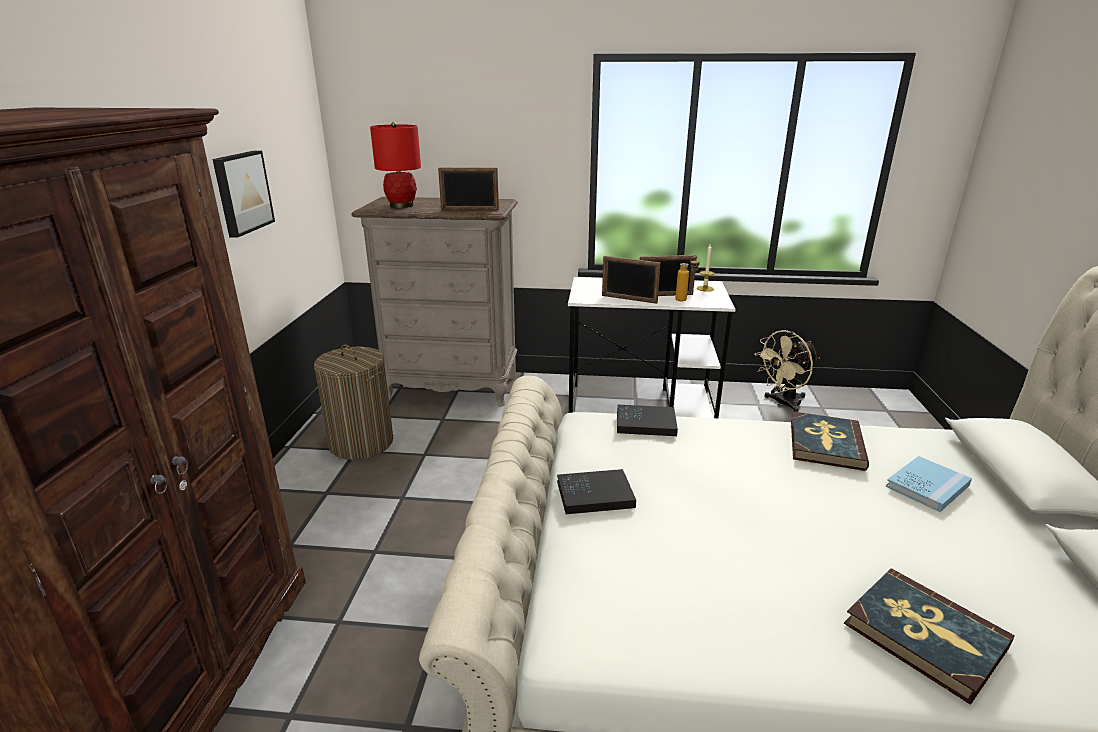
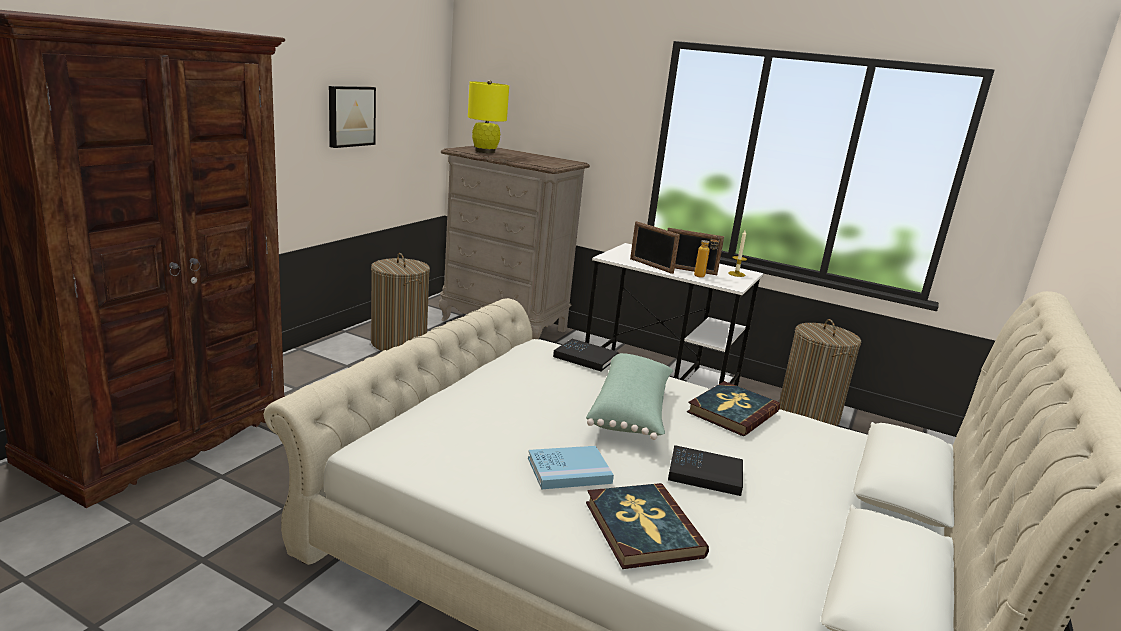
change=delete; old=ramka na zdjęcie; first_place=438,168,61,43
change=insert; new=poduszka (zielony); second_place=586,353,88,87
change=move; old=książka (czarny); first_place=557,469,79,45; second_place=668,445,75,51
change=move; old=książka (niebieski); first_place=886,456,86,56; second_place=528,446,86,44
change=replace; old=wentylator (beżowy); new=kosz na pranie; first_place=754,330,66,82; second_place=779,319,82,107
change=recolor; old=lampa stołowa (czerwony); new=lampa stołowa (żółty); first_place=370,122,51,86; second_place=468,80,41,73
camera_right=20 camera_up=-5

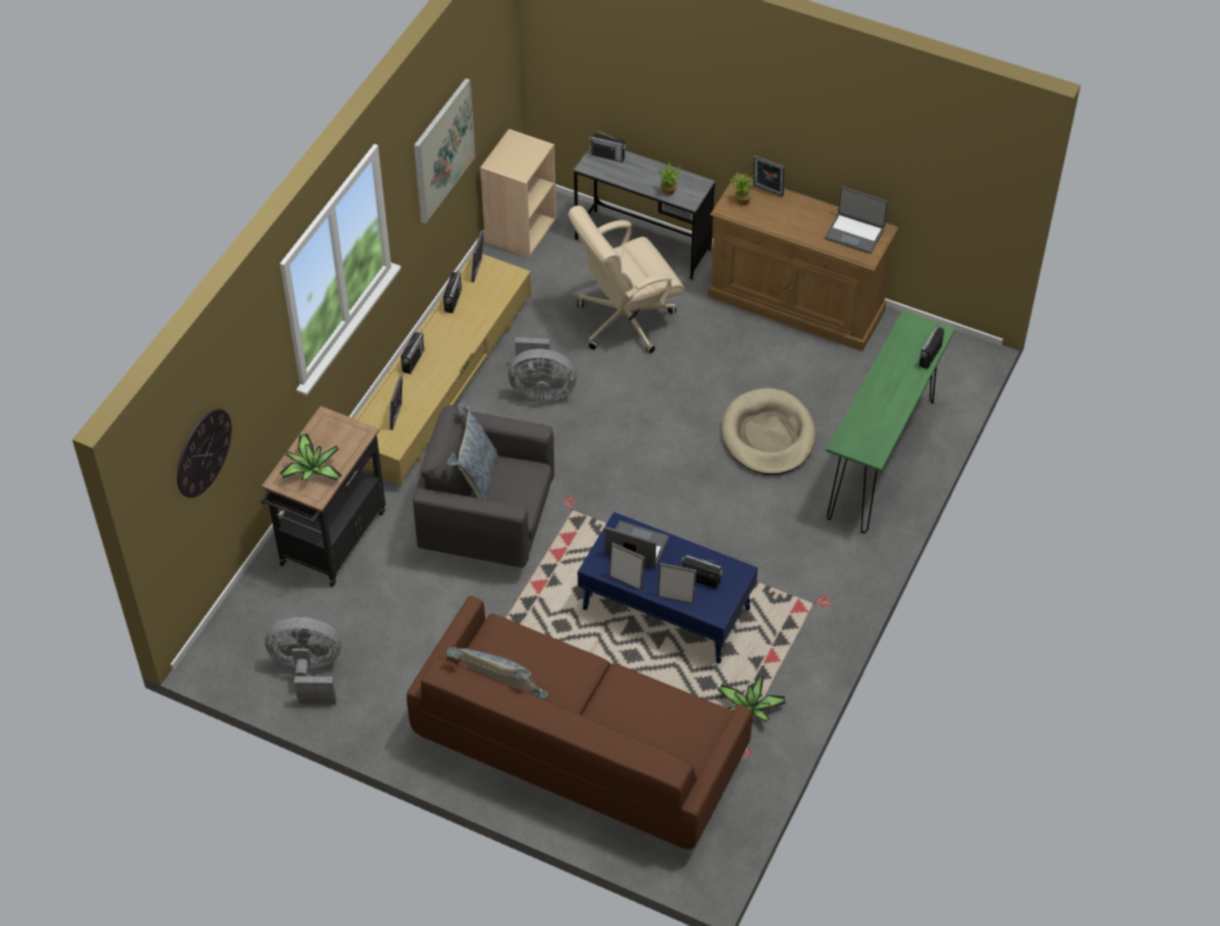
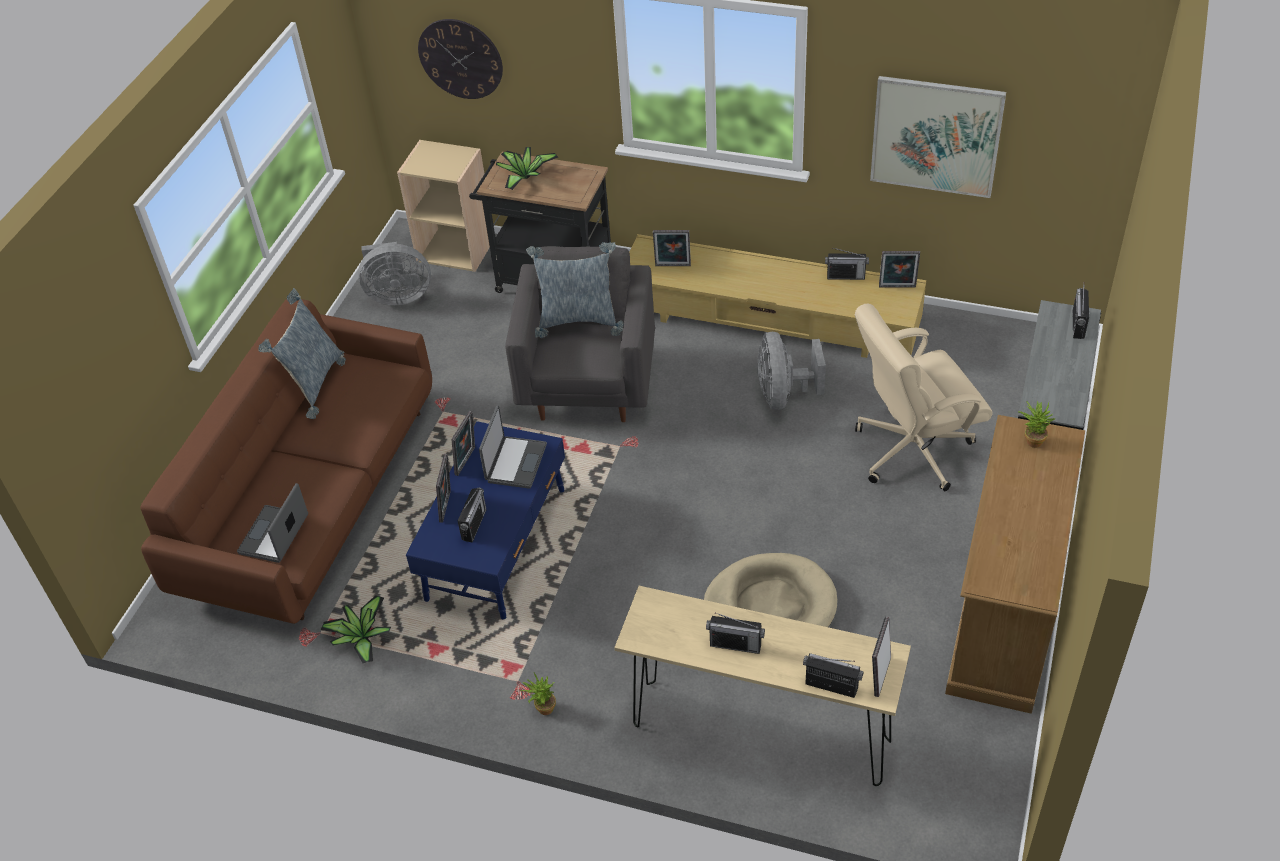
change=move; old=radio; first_place=401,332,23,42; second_place=706,613,59,41
change=move; old=regał (beżowy); first_place=480,129,76,129; second_place=397,140,93,132
change=move; old=roślina doniczkowa; first_place=658,161,24,34; second_place=520,673,36,42
change=move; old=ramka na zdjęcie; first_place=753,155,31,42; second_place=872,616,19,81
change=move; old=laptop; first_place=825,187,63,67; second_place=237,483,71,80
change=recolor; old=stolik konsolowy (zielony); new=stolik konsolowy (beżowy); first_place=826,310,129,223; second_place=614,586,297,200
change=rotate; old=wentylator (szary); first_place=265,617,76,88; second_place=358,242,73,63; degrees=90
change=rotate; old=krzesło biurowe (beżowy); first_place=568,206,116,147; second_place=855,304,137,187; degrees=-75
camera_right=85 camera_up=-5

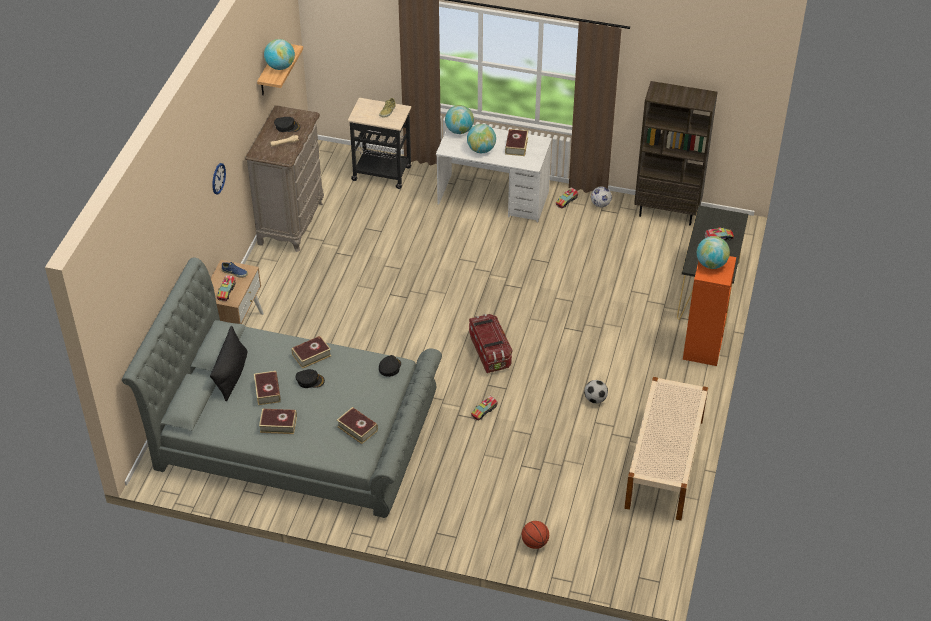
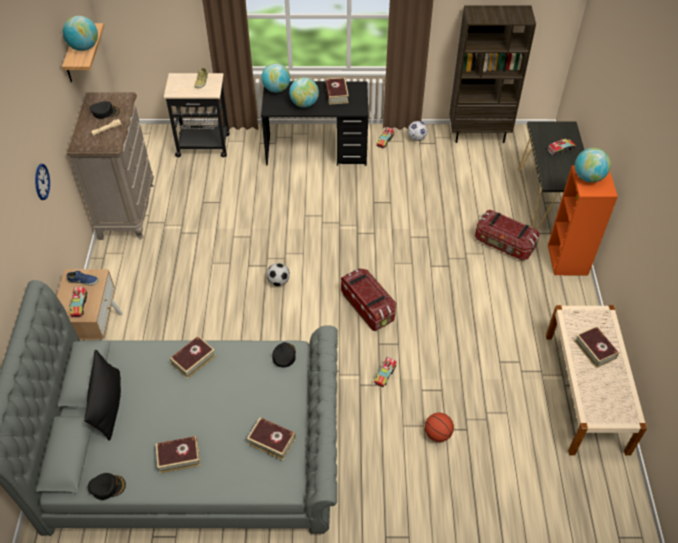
change=insert; new=pojemnik do przechowywania; second_place=475,210,65,50
change=move; old=książka; first_place=254,371,27,34; second_place=574,326,45,42
change=move; old=czapka z daszkiem (czarny); first_place=296,369,29,19; second_place=88,473,38,27
change=move; old=piłka do koszykówki; first_place=521,521,28,28; second_place=425,413,29,29
change=move; old=piłka futbolowa; first_place=584,380,24,24; second_place=267,263,23,23
change=recolor; old=biurko (biały); new=biurko (czarny); first_place=436,125,116,97; second_place=261,81,107,85
camera_right=-15 camera_up=5

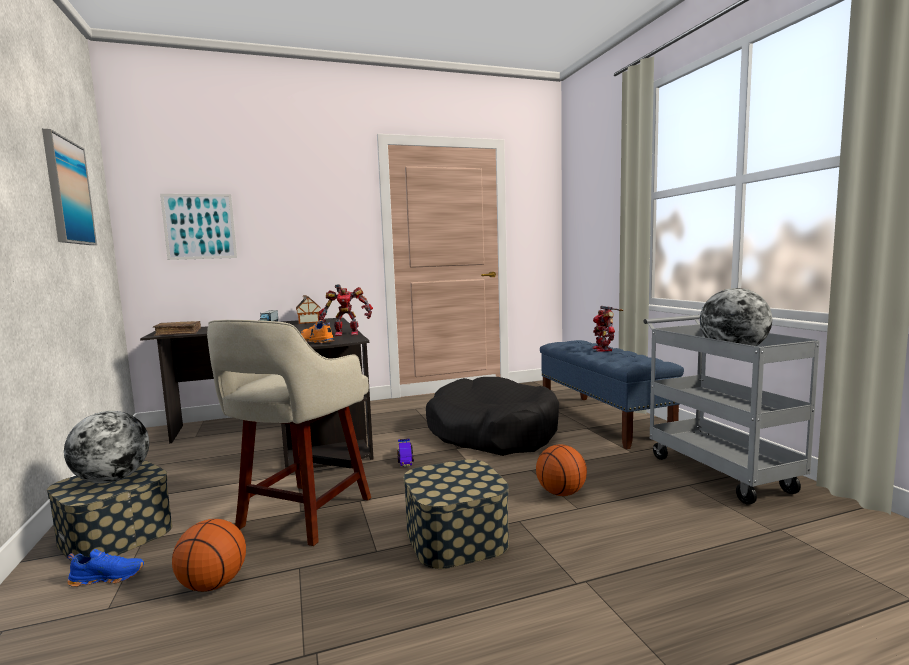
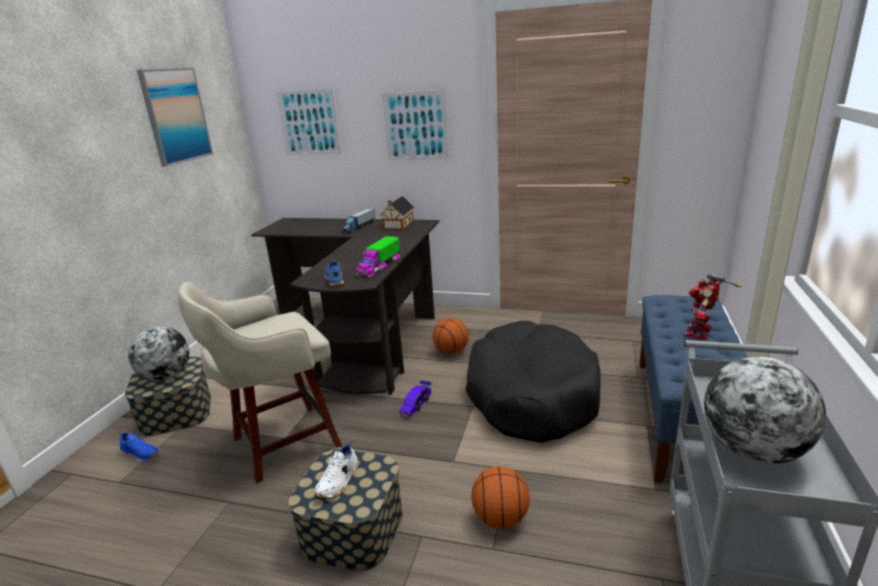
change=delete; old=książka (brązowy); first_place=153,321,48,15
change=insert; new=but (biały); second_place=314,441,44,57
change=insert; new=obraz; second_place=382,90,67,70
change=move; old=piłka do koszykówki; first_place=172,519,74,73; second_place=433,318,36,36
change=replace; old=robot zabawkowy; new=ciężarówka zabawkowa; first_place=319,284,54,52; second_place=355,236,46,42
change=recolor; old=but (pomarańczowy); new=but (niebieski); first_place=301,320,34,24; second_place=324,260,20,26
camera_right=35 camera_up=15

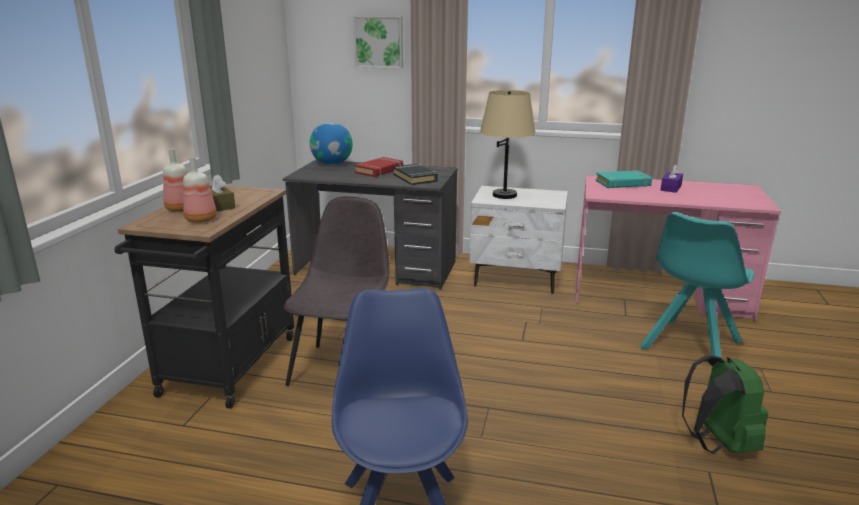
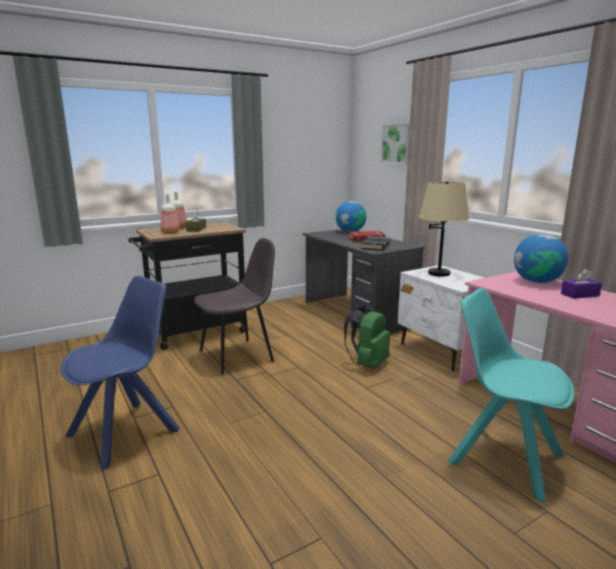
change=move; old=plecak (zielony); first_place=682,355,86,99; second_place=344,306,46,63
change=replace; old=książka (turkusowy); new=globus; first_place=596,170,56,19; second_place=514,234,54,49
change=rotate; old=krzesło (turkusowy); first_place=640,212,114,146; second_place=448,288,127,214; degrees=45
camera_right=45 camera_up=-5

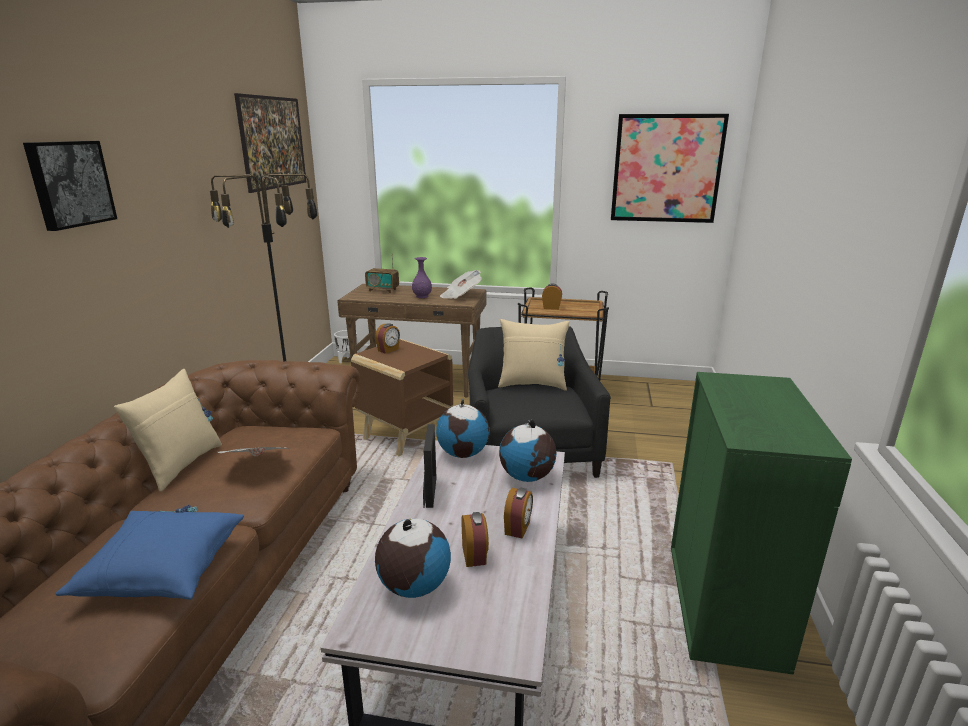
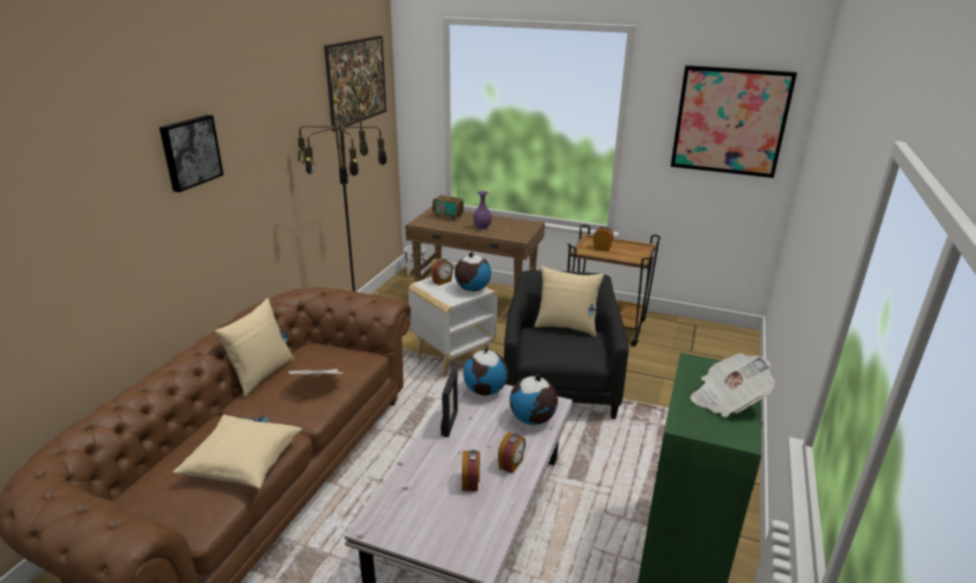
change=move; old=globus; first_place=375,519,76,79; second_place=455,252,36,40
change=move; old=gazeta; first_place=440,270,42,29; second_place=691,353,84,64
change=recolor; old=poduszka (niebieski); new=poduszka (beżowy); first_place=55,504,189,96; second_place=173,415,129,74
change=recolor; old=stolik (brązowy); new=stolik (biały); first_place=351,339,102,117; second_place=408,270,90,107
camera_right=10 camera_up=5

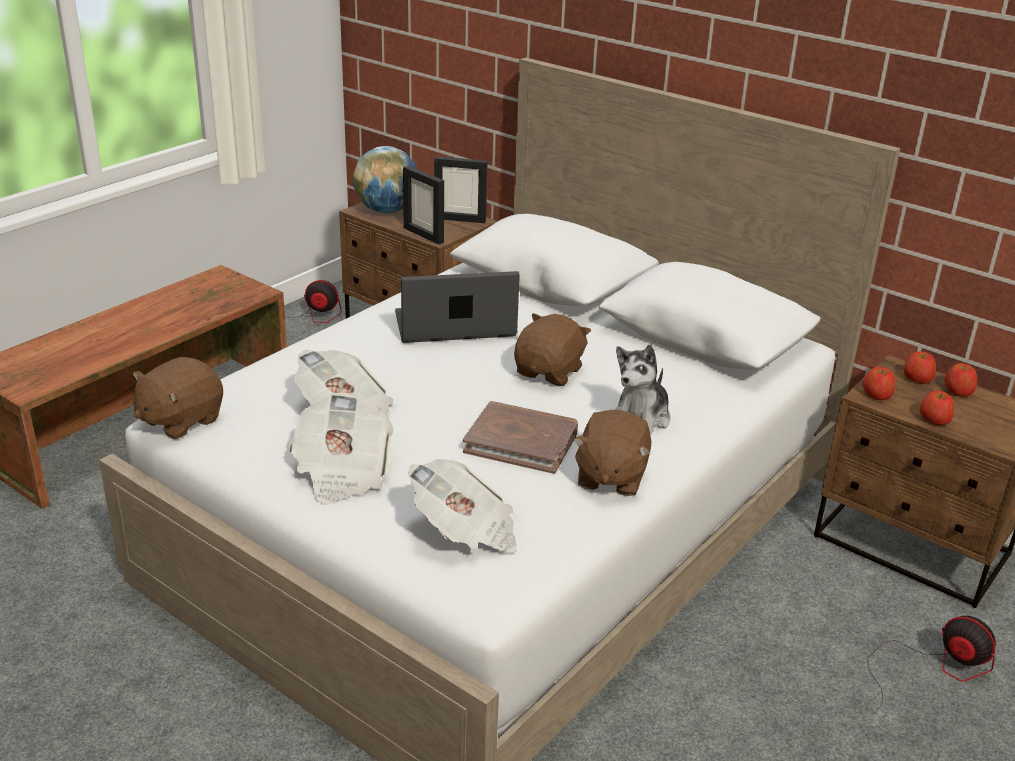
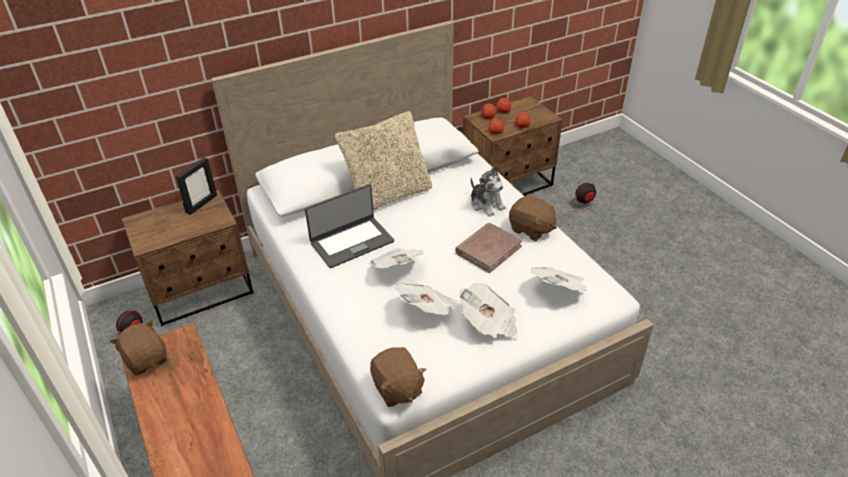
change=delete; old=globus; first_place=353,146,64,68
change=delete; old=ramka na zdjęcie; first_place=403,166,41,79
change=insert; new=poduszka (beżowy); second_place=335,111,97,99
change=insert; new=gazeta; second_place=370,248,54,20
change=move; old=pluszak (brązowy); first_place=514,313,77,73; second_place=110,320,57,56
change=rotate; old=laptop; first_place=395,271,125,72; second_place=305,184,89,84; degrees=-135
camera_right=-65 camera_up=10

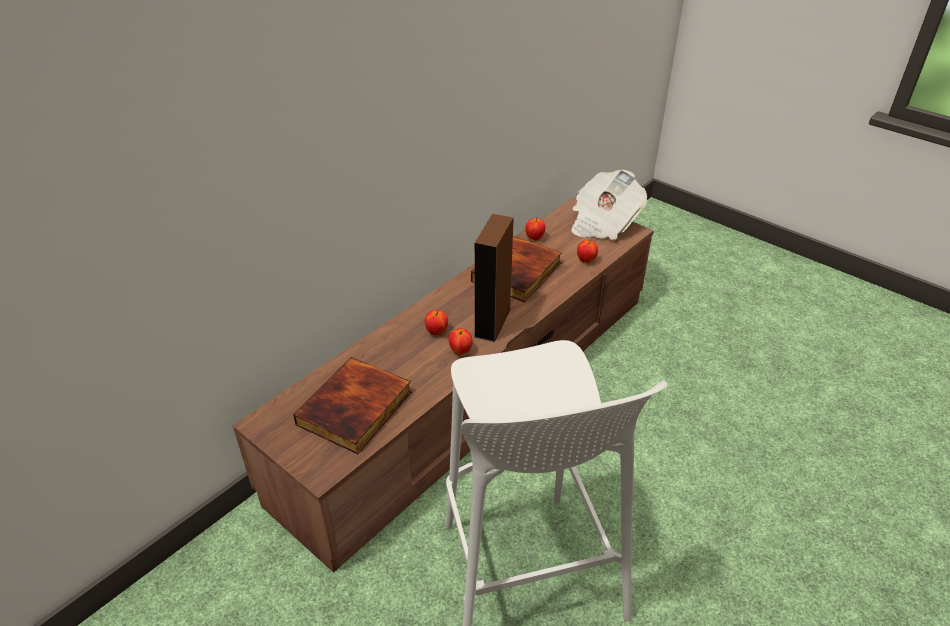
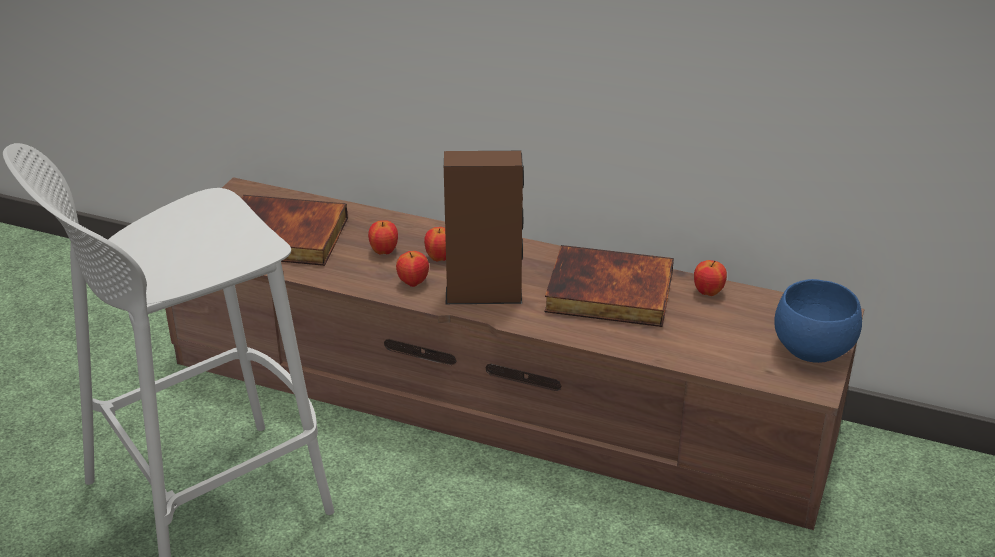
change=move; old=jabłko; first_place=577,240,21,23; second_place=368,220,30,35
change=replace; old=gazeta; new=miska (niebieski); first_place=571,170,76,70; second_place=774,279,88,84
camera_right=70 camera_up=-5

